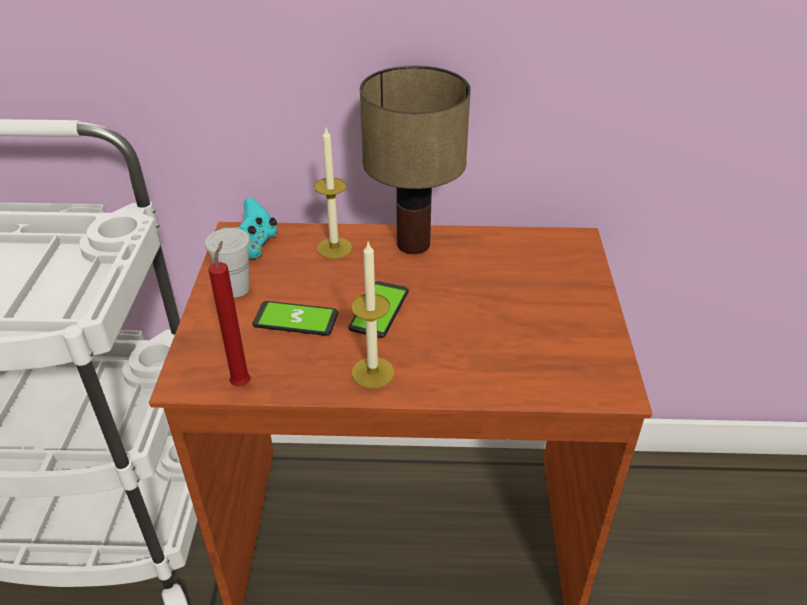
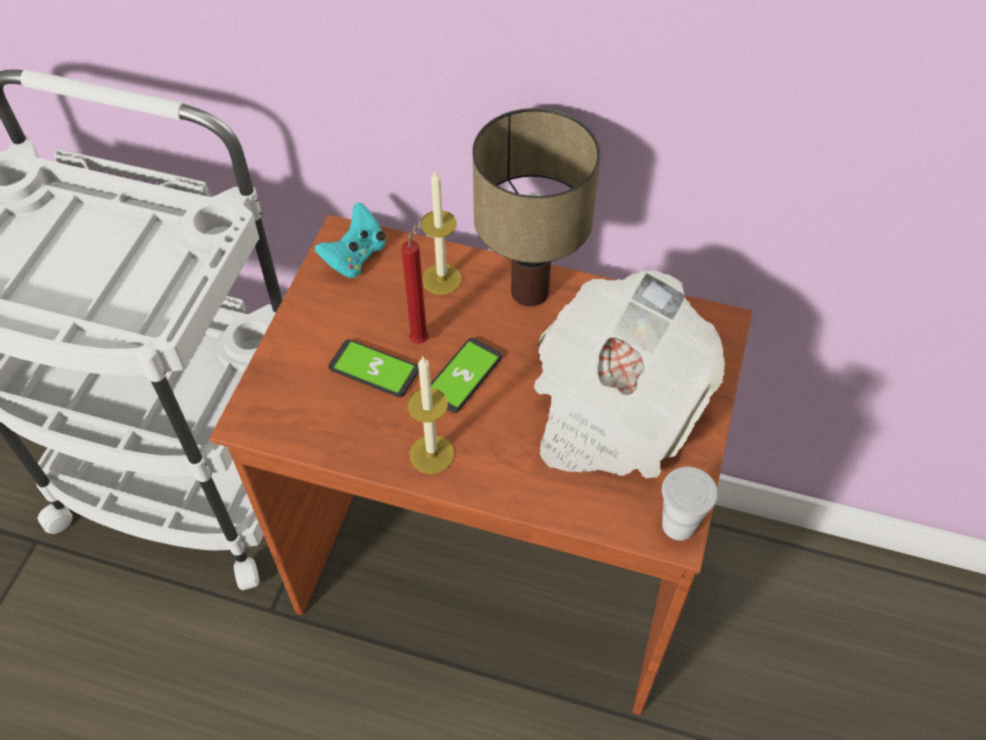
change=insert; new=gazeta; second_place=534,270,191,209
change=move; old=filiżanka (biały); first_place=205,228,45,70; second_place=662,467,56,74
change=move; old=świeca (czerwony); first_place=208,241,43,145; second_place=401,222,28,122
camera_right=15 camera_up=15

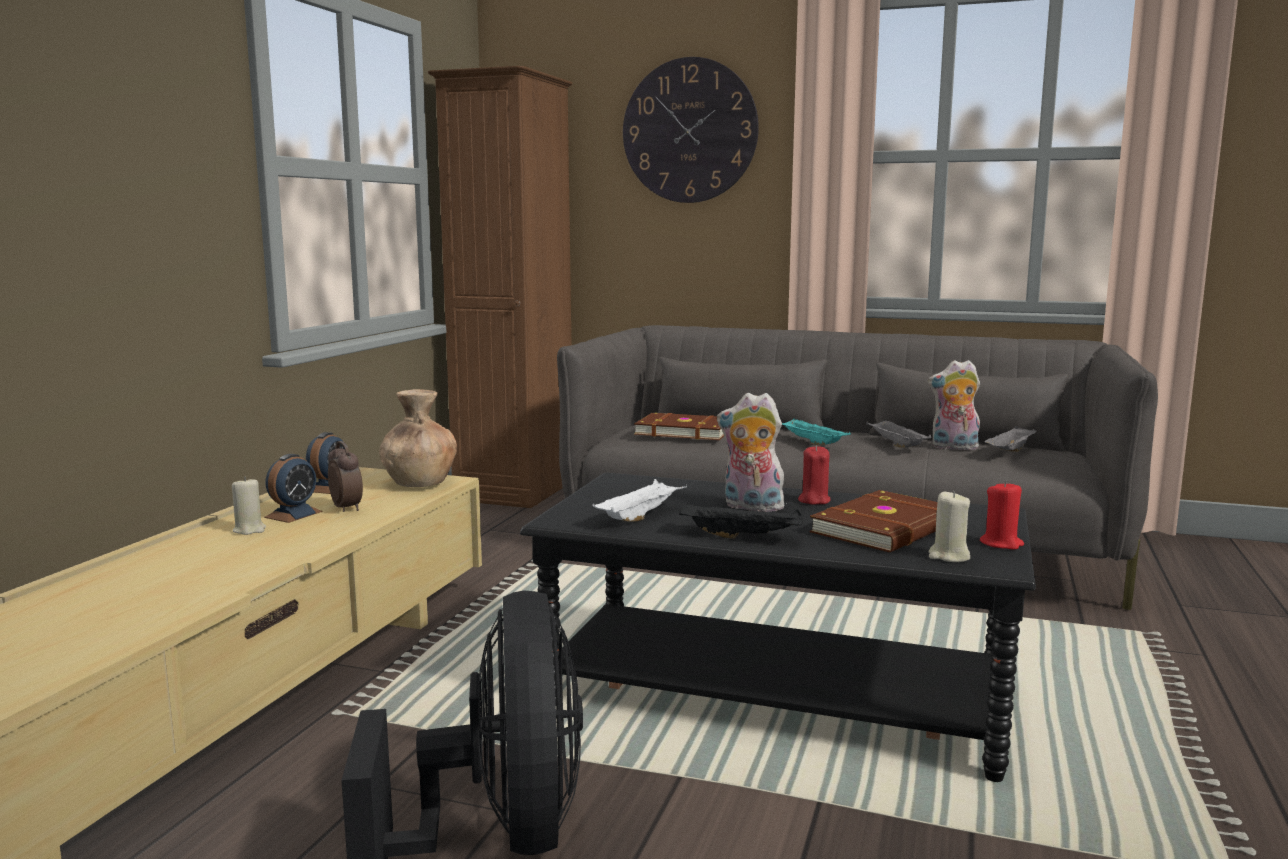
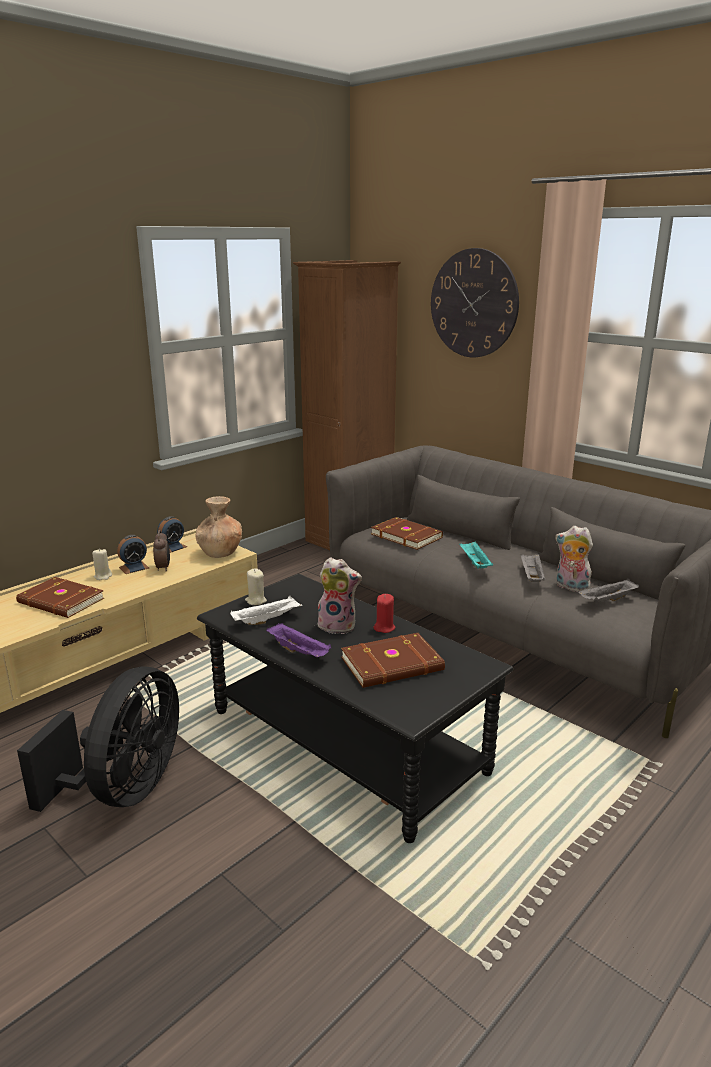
change=delete; old=świeca (czerwony); first_place=980,481,44,68
change=insert; new=książka (brązowy); second_place=16,577,88,41
change=move; old=świeca (beżowy); first_place=928,491,42,71; second_place=245,568,22,37
change=recolor; old=taca (czarny); new=taca (fioletowy); first_place=679,503,124,36; second_place=266,623,65,34
change=rotate; old=pluszak; first_place=717,393,70,119; second_place=317,557,45,77; degrees=150
camera_right=25 camera_up=10

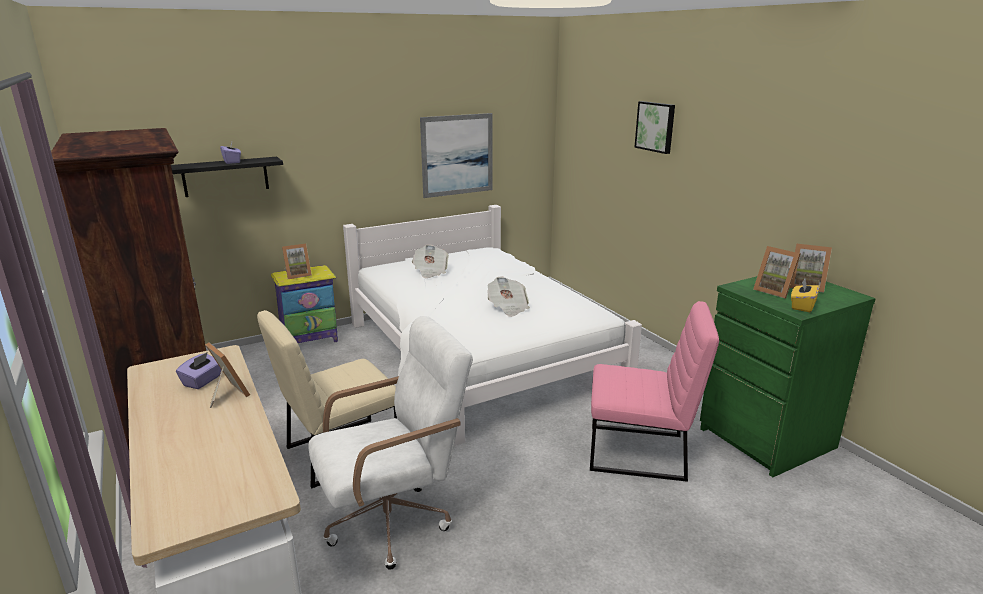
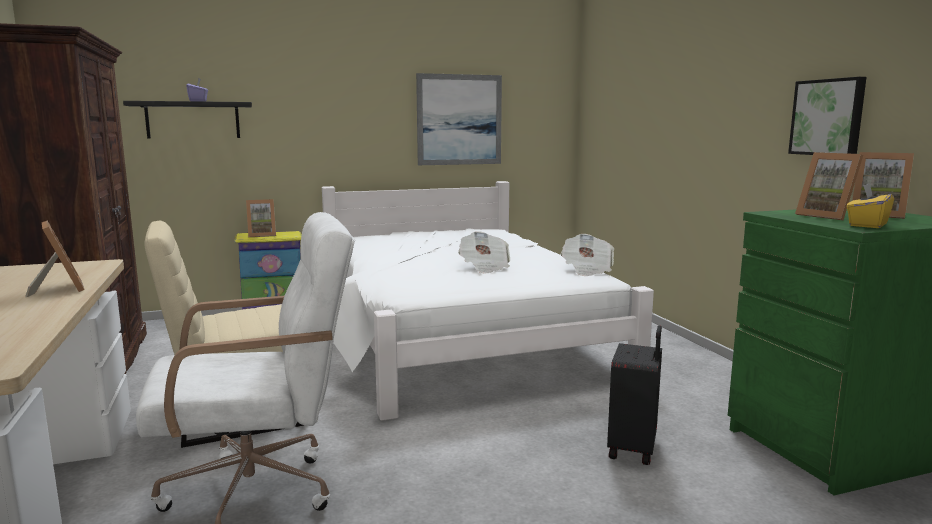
change=delete; old=pudełko chusteczek (fioletowy); first_place=176,352,45,37
change=move; old=gazeta; first_place=412,245,37,33; second_place=561,234,53,42
change=move; old=obraz; first_place=634,101,41,53; second_place=788,77,78,78
change=replace; old=krzesło (różowy); new=walizka (czarny); first_place=590,301,129,181; second_place=607,326,55,139
camera_right=10 camera_up=-10

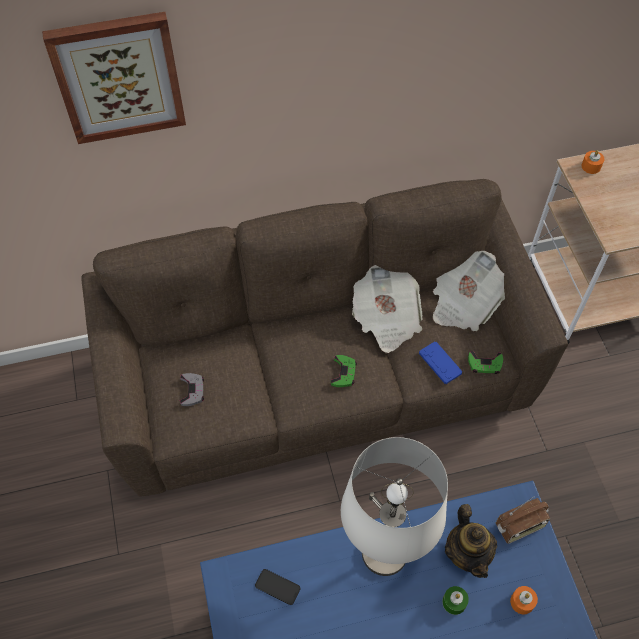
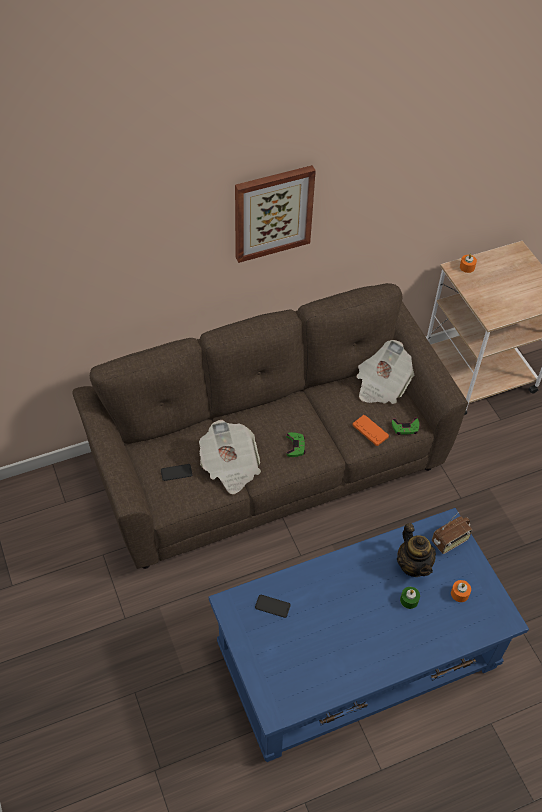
change=delete; old=lampa stołowa (biały); first_place=341,437,107,139
change=move; old=obraz; first_place=42,12,144,132; second_place=235,165,81,98
change=move; old=gazeta; first_place=352,265,70,88; second_place=199,420,62,74
change=replace; old=pad do gier (szary); new=telefon; first_place=180,373,24,33; second_place=161,464,31,17
change=recolor; old=pad do gier (niebieski); new=pad do gier (pomarańczowy); first_place=419,342,43,42; second_place=352,415,37,31
camera_right=-10 camera_up=-5

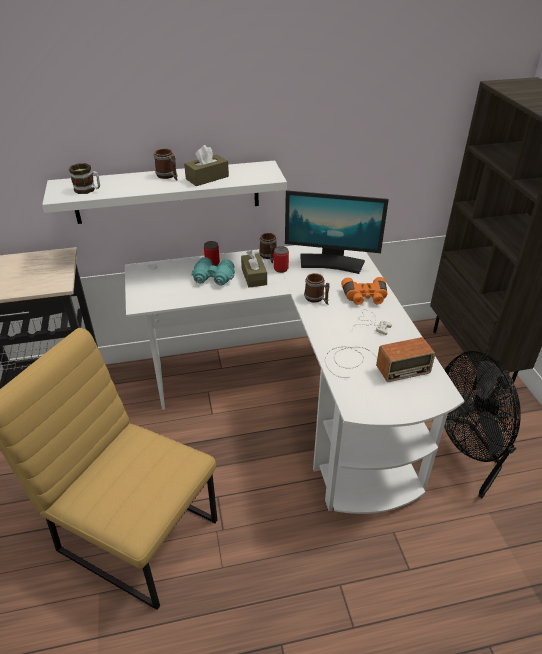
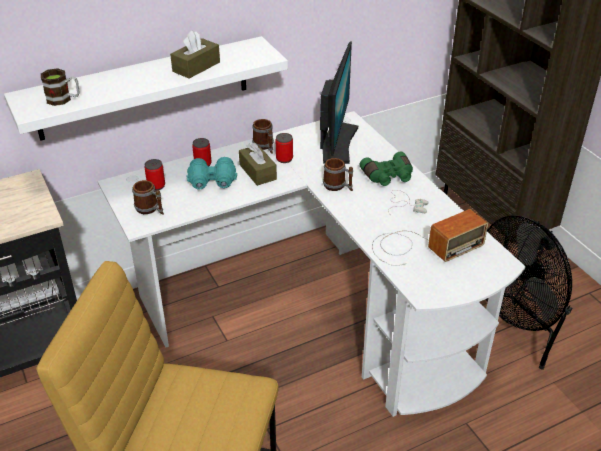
change=insert; new=puszka; second_place=144,159,21,32
change=move; old=kubek; first_place=154,149,24,31; second_place=132,180,32,35
change=recolor; old=lornetka (pomarańczowy); new=lornetka (zielony); first_place=341,277,46,28; second_place=359,152,54,34
change=rotate; old=monitor; first_place=285,190,104,84; second_place=320,41,38,123; degrees=-75
camera_right=-15 camera_up=0

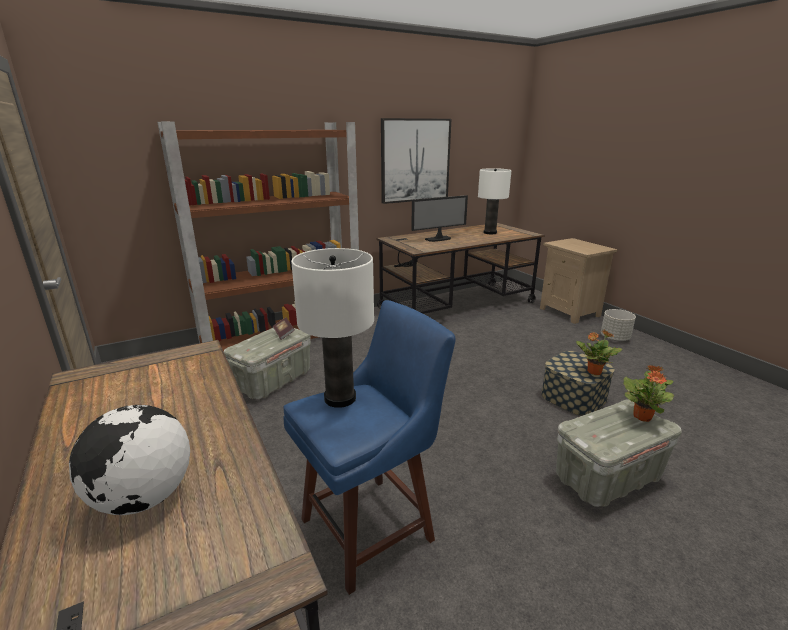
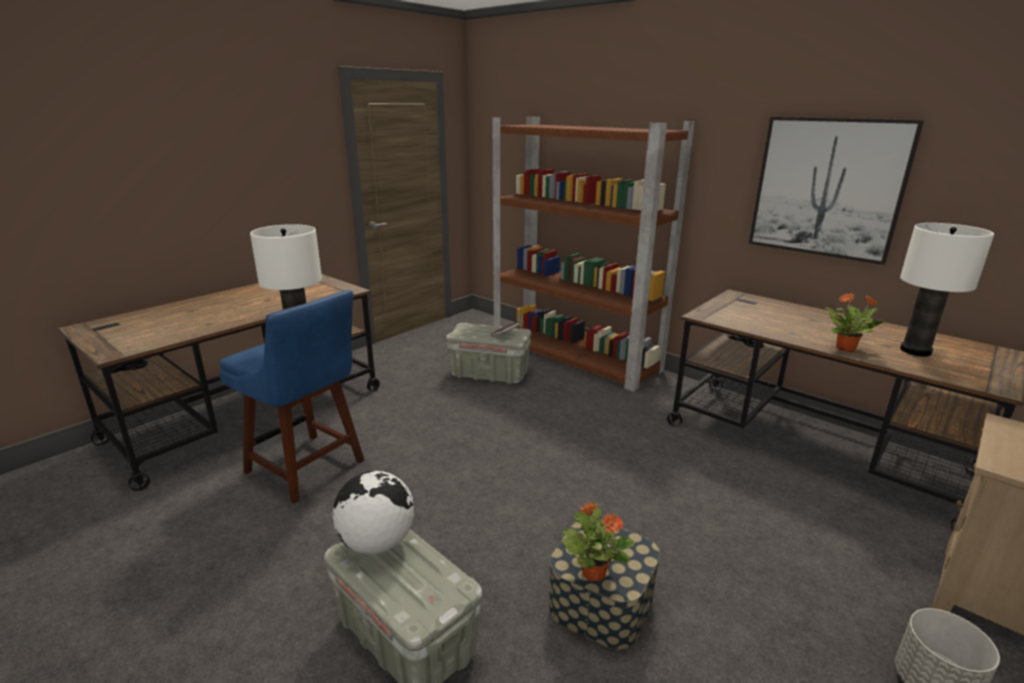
change=delete; old=monitor; first_place=411,195,57,47
change=move; old=globus; first_place=69,405,121,110; second_place=332,471,83,83
change=move; old=roślina doniczkowa; first_place=624,365,50,57; second_place=825,293,60,59
camera_right=70 camera_up=0

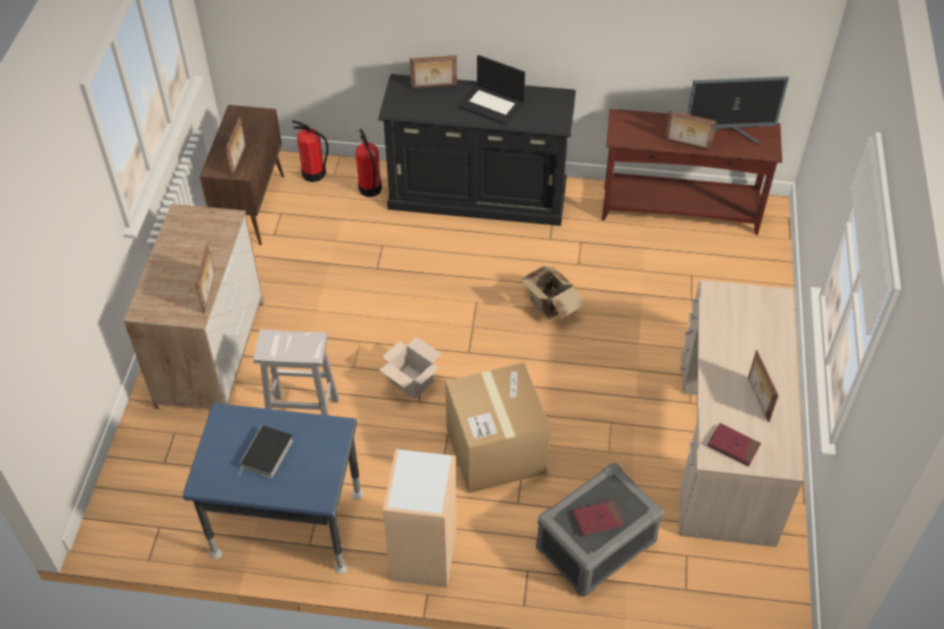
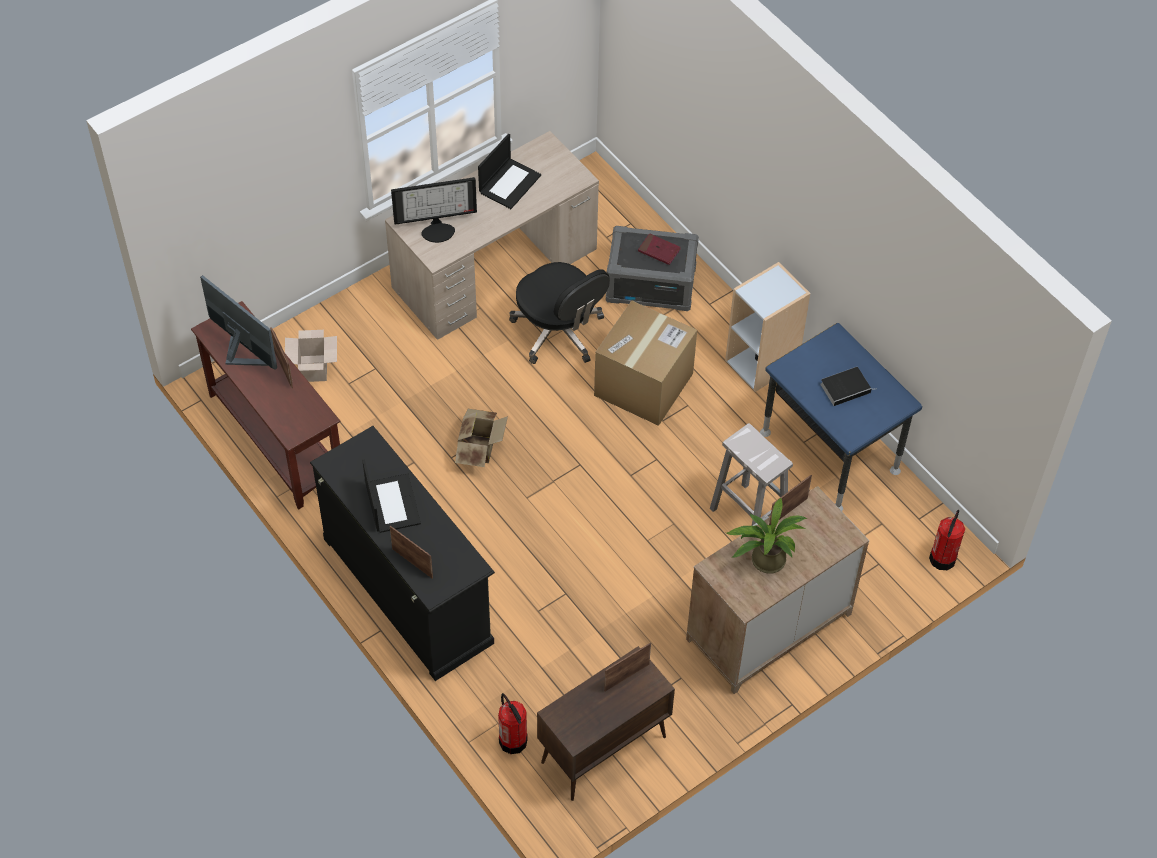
change=delete; old=książka (czerwony); first_place=707,423,54,43
change=insert; new=monitor; second_place=391,177,86,66
change=insert; new=krzesło biurowe (czarny); second_place=509,262,101,102
change=insert; new=roślina doniczkowa; second_place=726,498,81,76
change=move; old=gaśnica; first_place=355,129,27,68; second_place=929,510,36,60
change=move; old=karton; first_place=380,337,61,62; second_place=285,330,52,52
change=replace; old=ramka na zdjęcie; new=laptop; first_place=748,350,31,72; second_place=478,133,63,76
camera_right=-135 camera_up=5

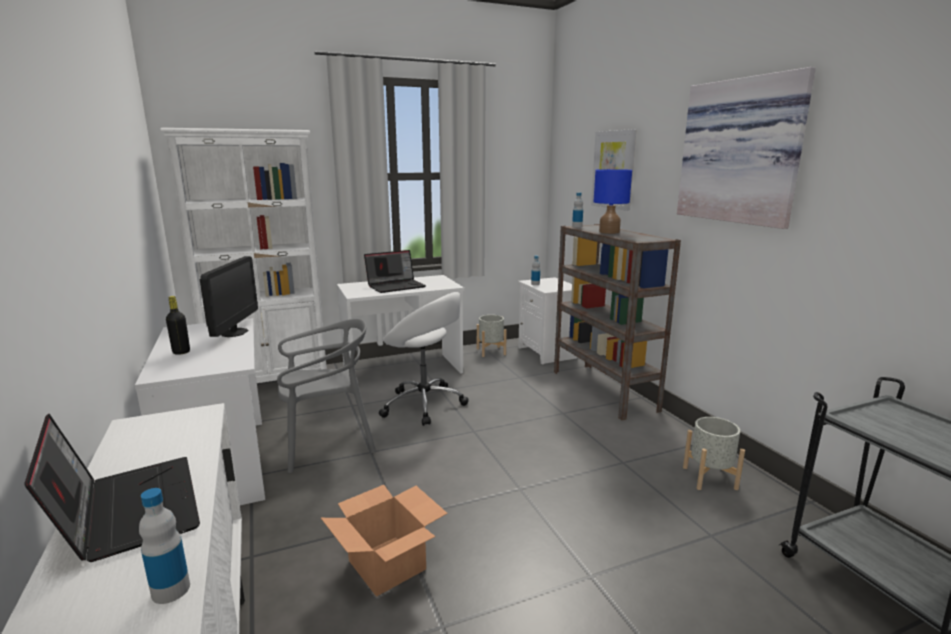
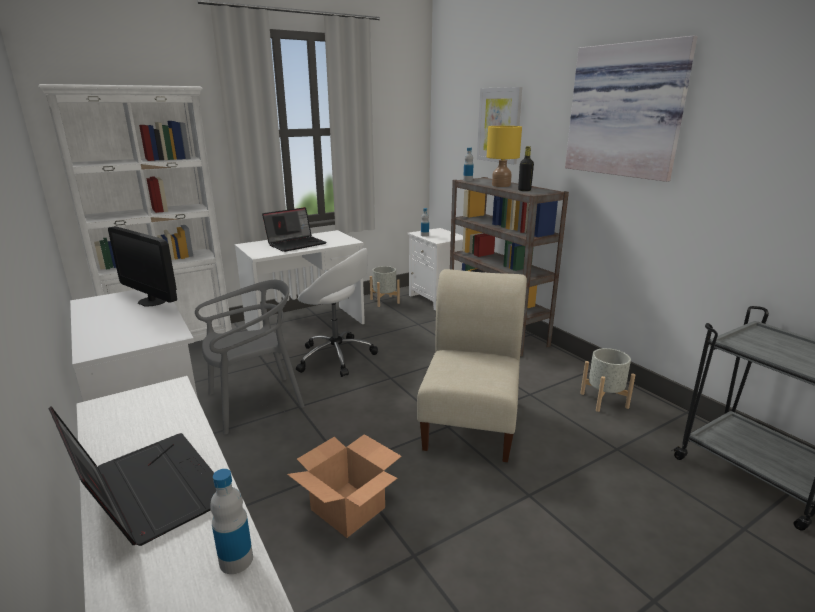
change=insert; new=krzesło (beżowy); second_place=417,269,110,193
change=move; old=butelka (czarny); first_place=166,296,24,59; second_place=518,146,16,45
change=recolor; old=lampa stołowa (niebieski); new=lampa stołowa (żółty); first_place=593,169,39,65; second_place=487,126,35,61
change=rotate; old=monitor; first_place=200,256,58,81; second_place=108,226,69,81; degrees=135
camera_right=-10 camera_up=5

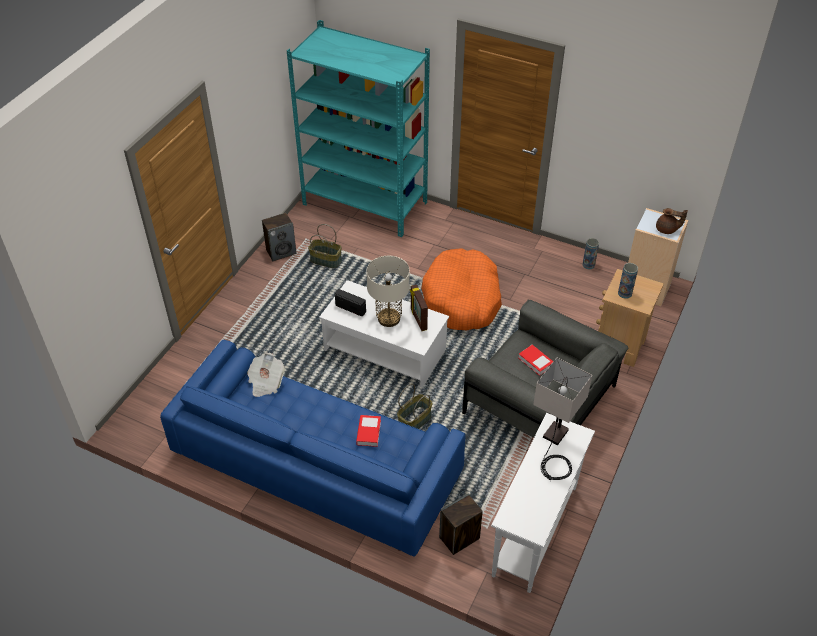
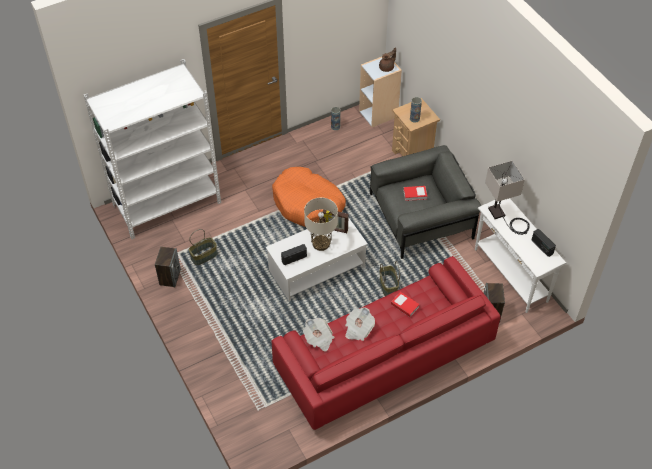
change=insert; new=gazeta; second_place=345,307,30,34
change=insert; new=radio; second_place=532,229,24,28
change=recolor; old=kanapa (niebieski); new=kanapa (czerwony); first_place=160,340,306,217; second_place=271,256,230,174
change=recolor; old=regał (turkusowy); new=regał (biały); first_place=287,20,143,217; second_place=84,59,137,180
camera_right=-55 camera_up=5

